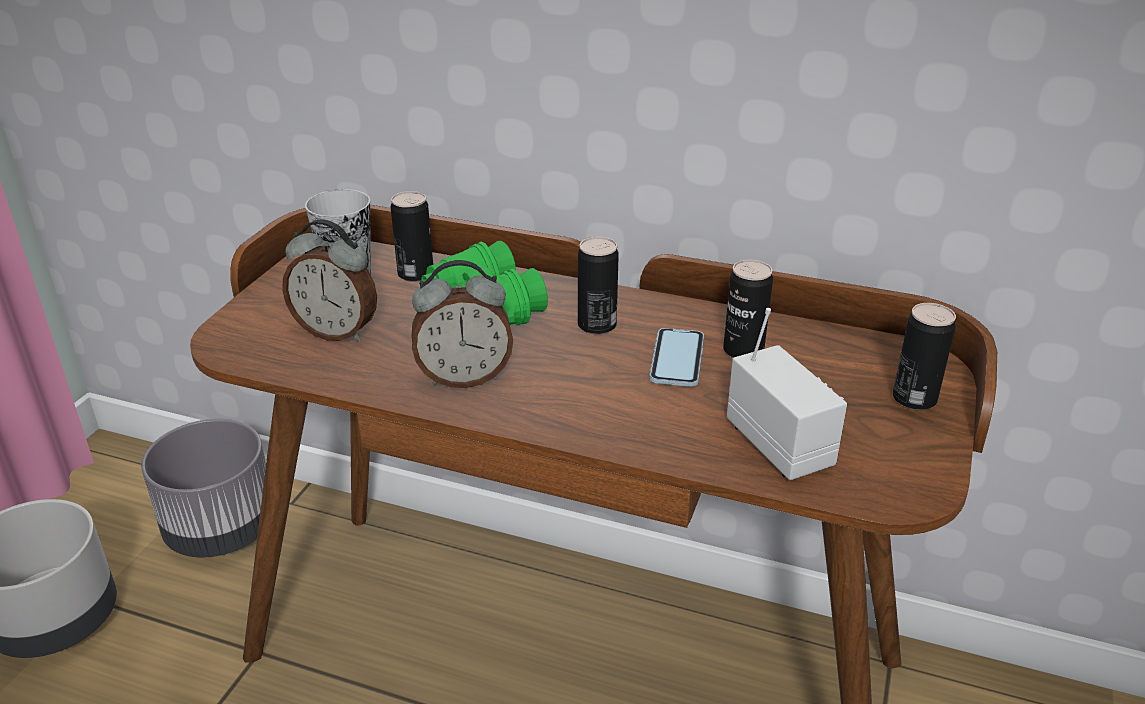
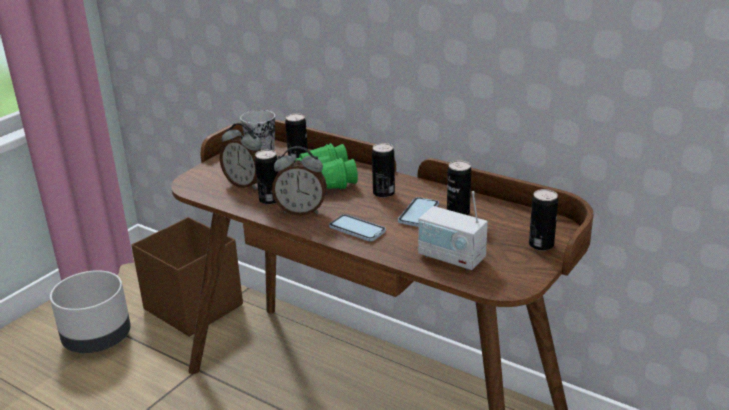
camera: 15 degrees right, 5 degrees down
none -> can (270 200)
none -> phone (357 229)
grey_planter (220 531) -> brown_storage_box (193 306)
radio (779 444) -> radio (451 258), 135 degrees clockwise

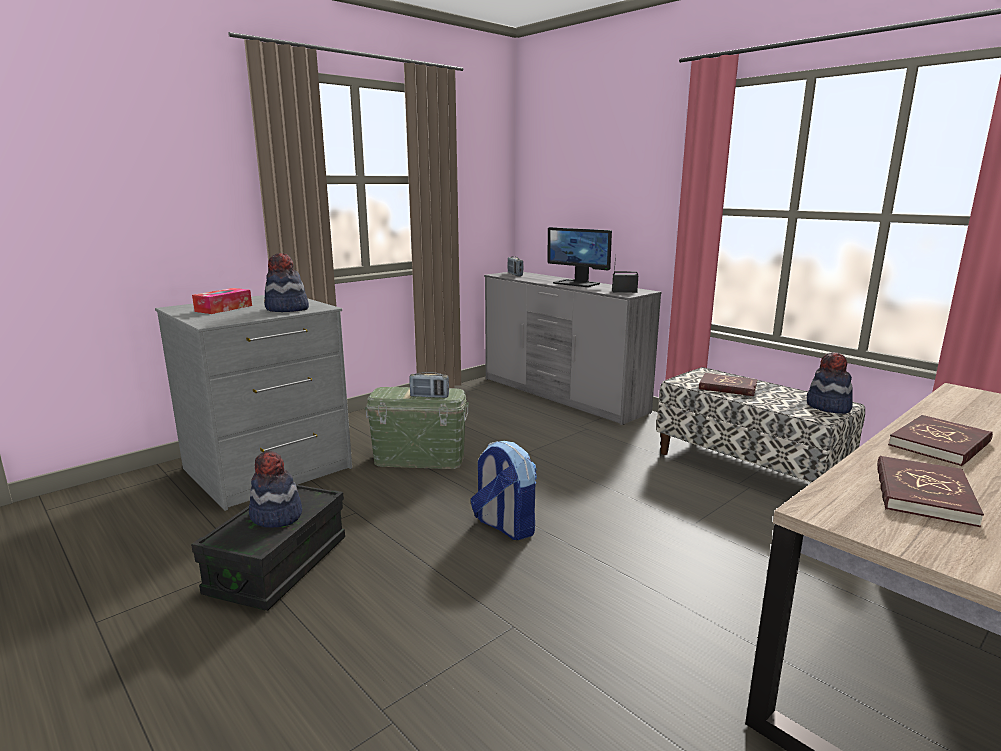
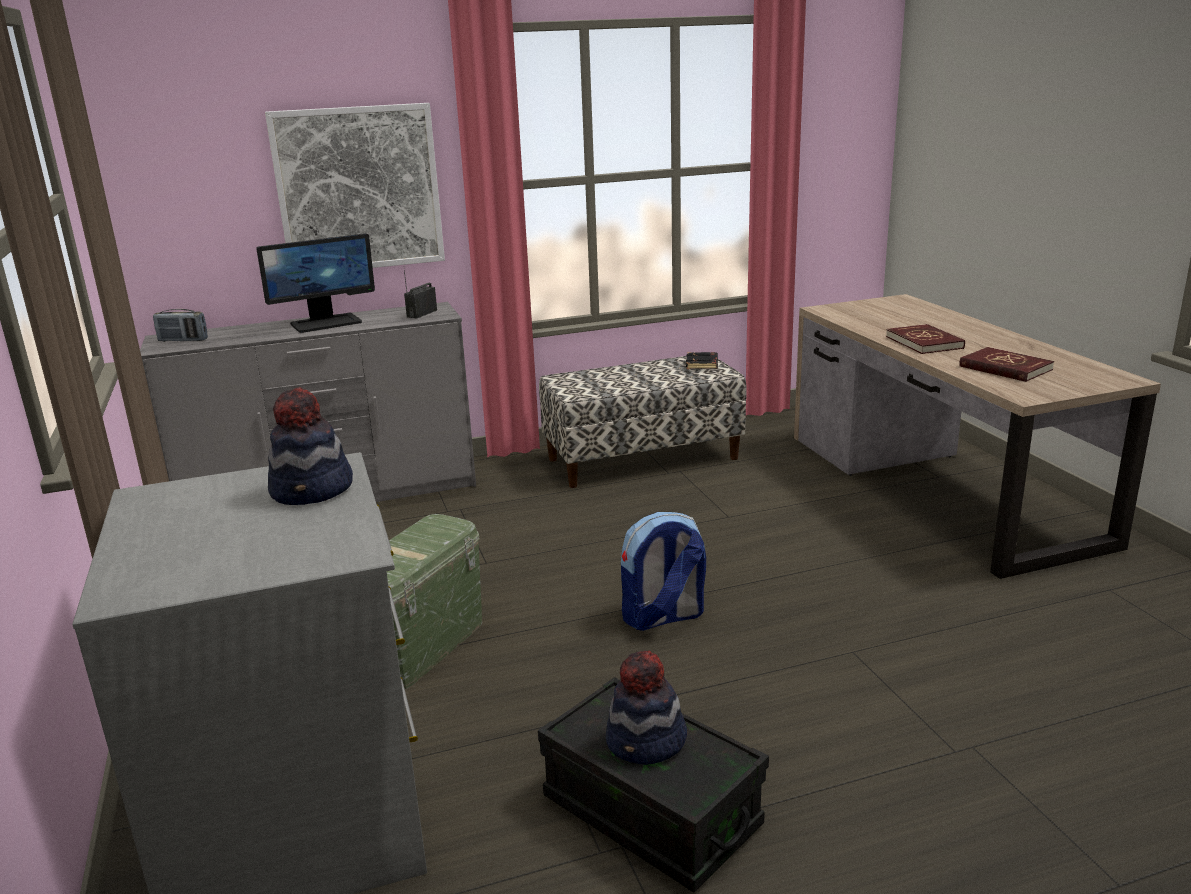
camera: 65 degrees left, 5 degrees up
tissue_box (223 308) -> none
radio (429 396) -> none
red_book (727 387) -> none
none -> picture (358 189)
hat (828 407) -> black_book (702 364)

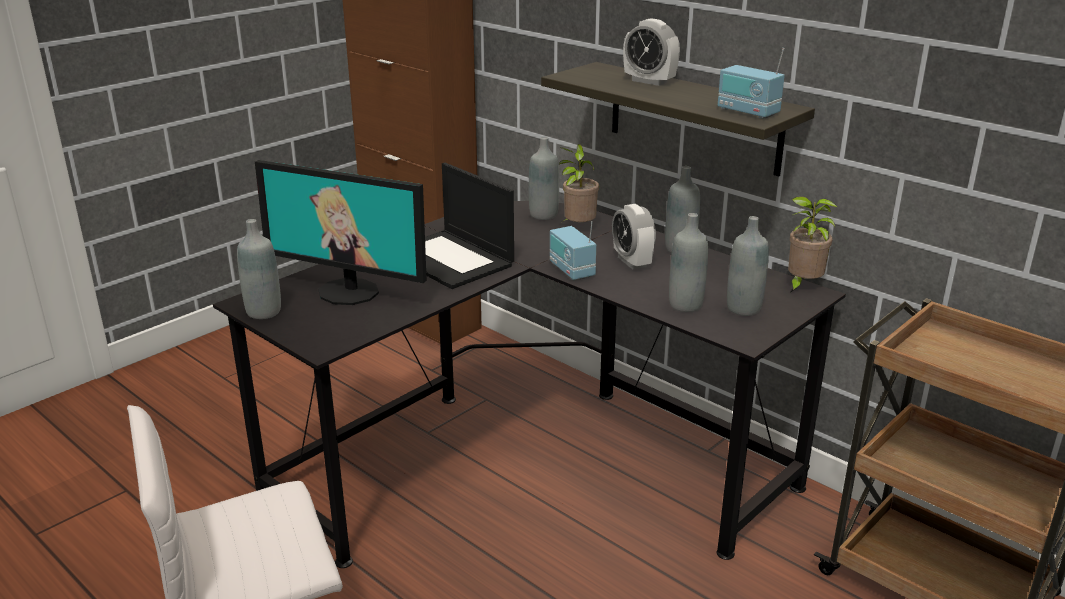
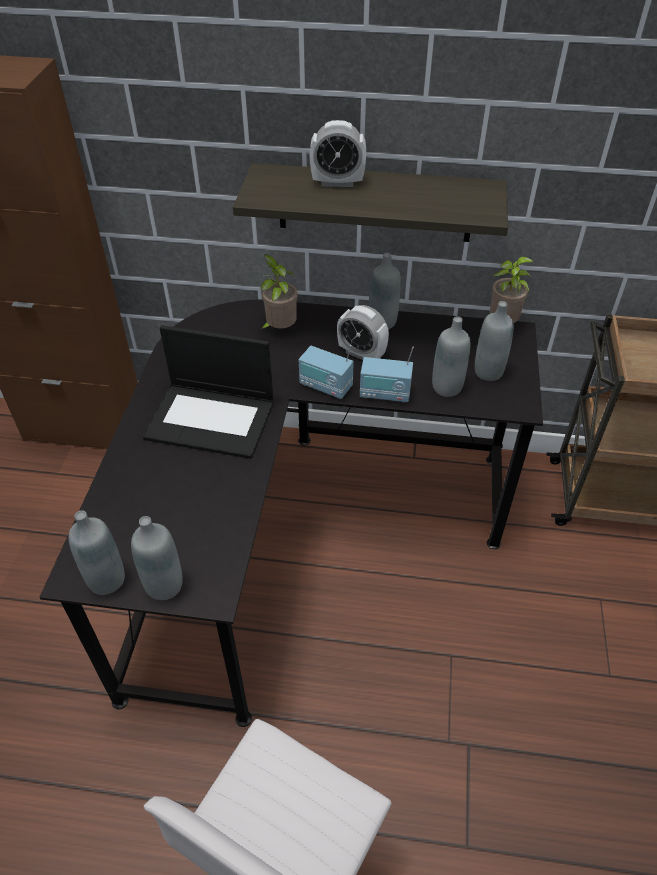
camera: 35 degrees left, 20 degrees up
monitor (349 291) -> none
grey_bottle (543 215) -> grey_bottle (164 585), shifted
radio (747 112) -> radio (385 394), shifted

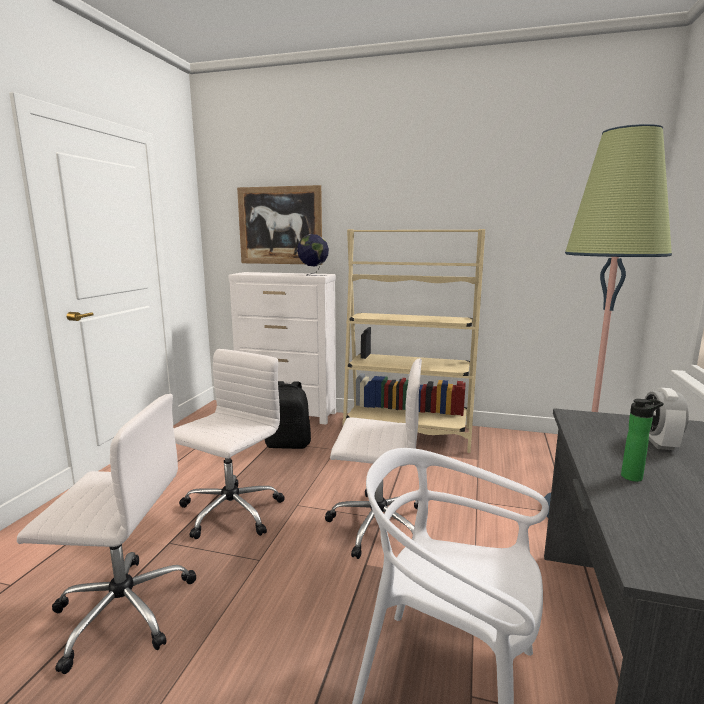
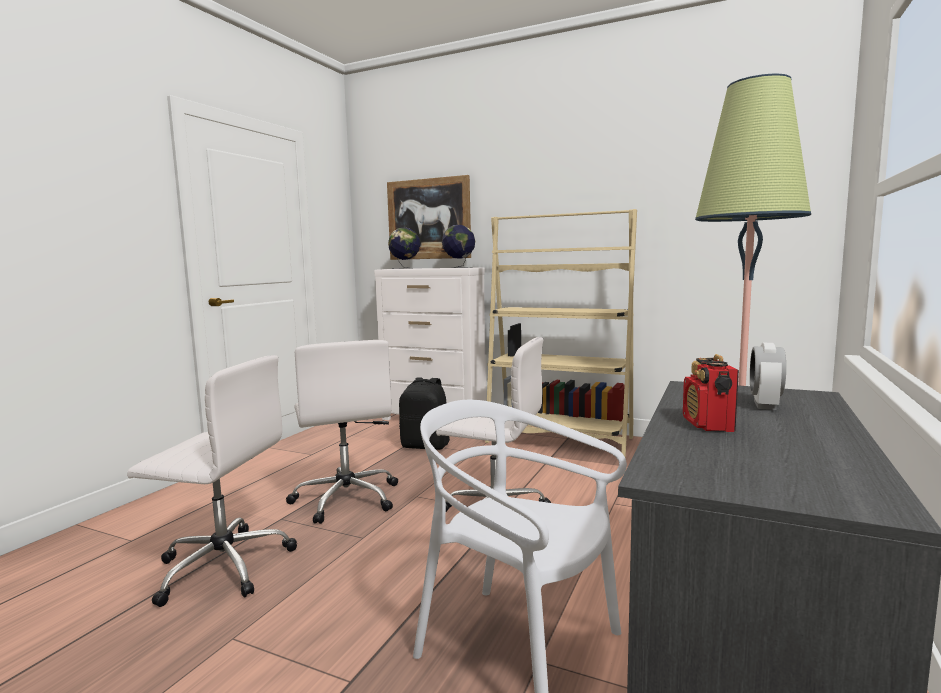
camera: 10 degrees right, 5 degrees down
none -> globe (405 268)
bottle (634 477) -> radio (708 425)
white_office_chair (229 512) -> white_office_chair (346 498), 120 degrees clockwise

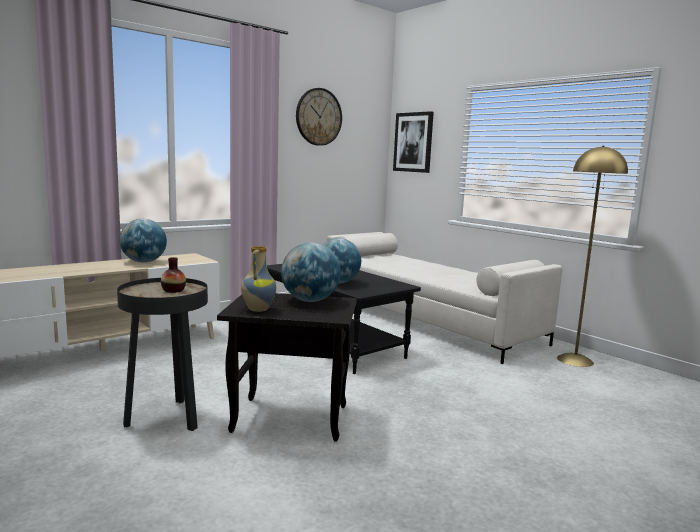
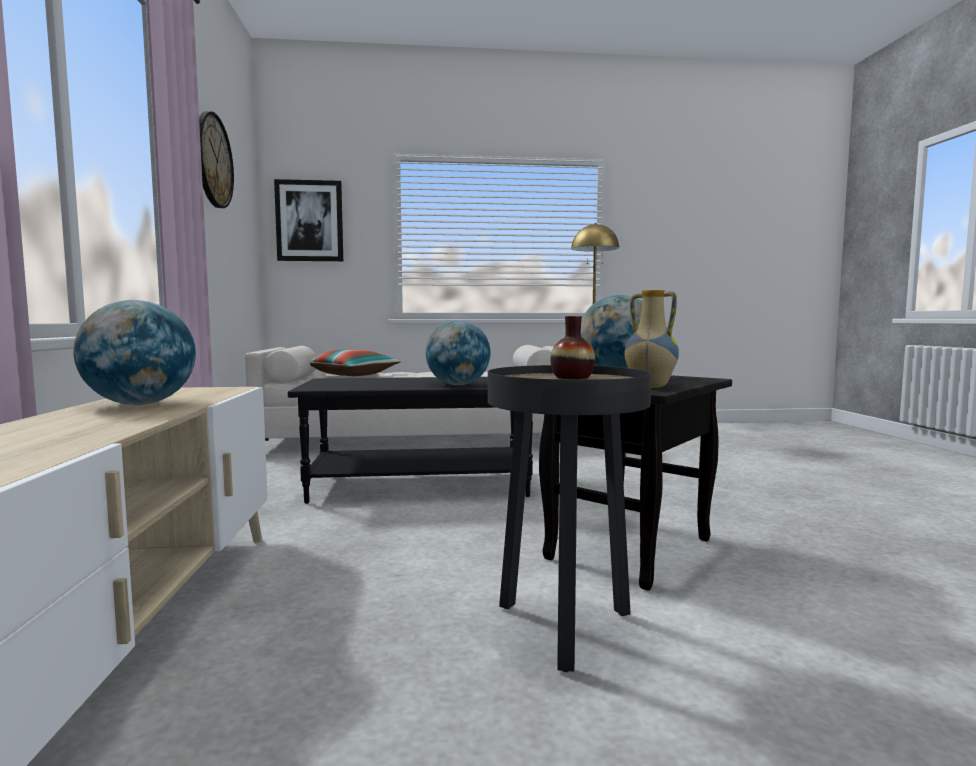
camera: 55 degrees left, 5 degrees down
none -> pillow (352 375)

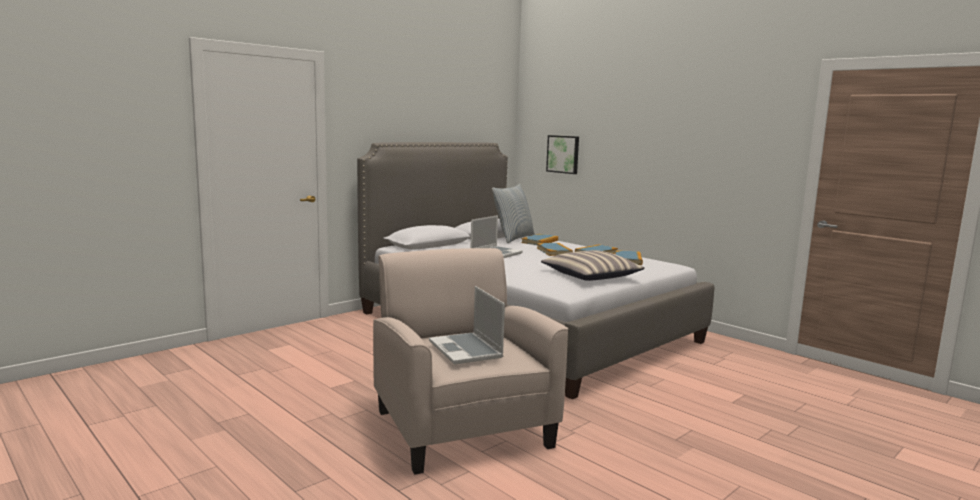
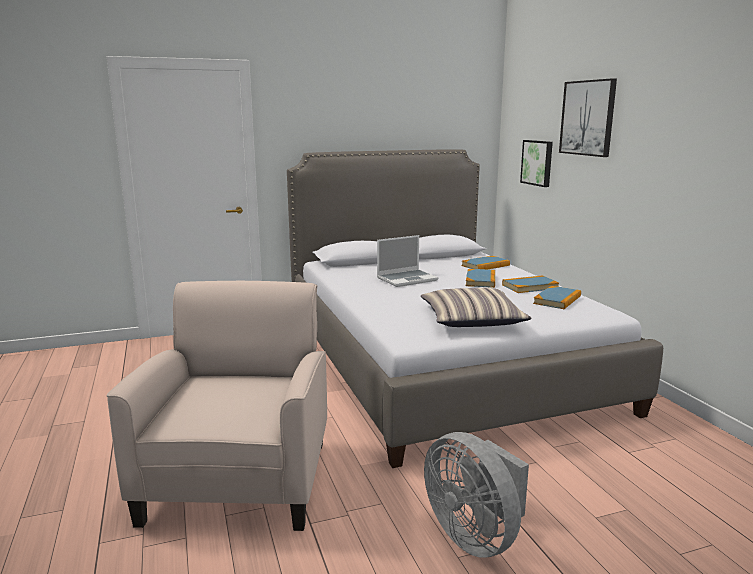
camera: 25 degrees right, 5 degrees up
laptop (467 350) -> none
pillow (513 238) -> none
none -> grey_fan (475 536)
none -> picture (588 118)

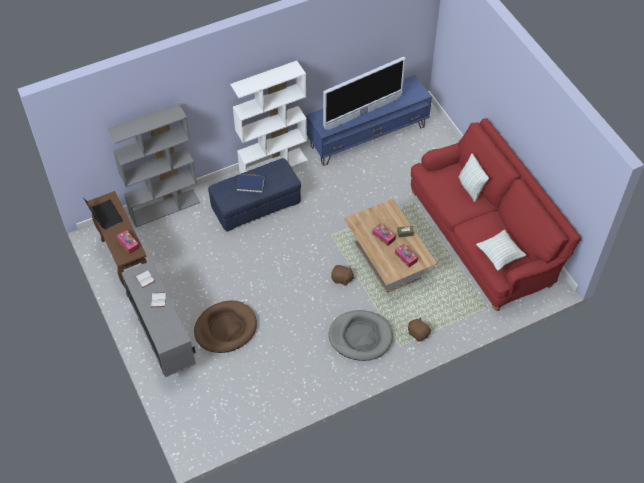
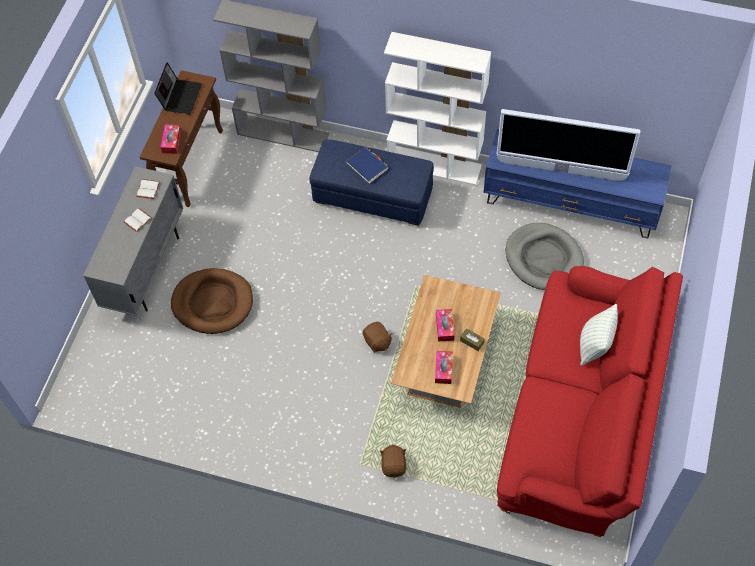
camera: 45 degrees right, 5 degrees up
pillow (499 255) -> none
grey_dog_bed (360 337) -> grey_dog_bed (543 258), shifted

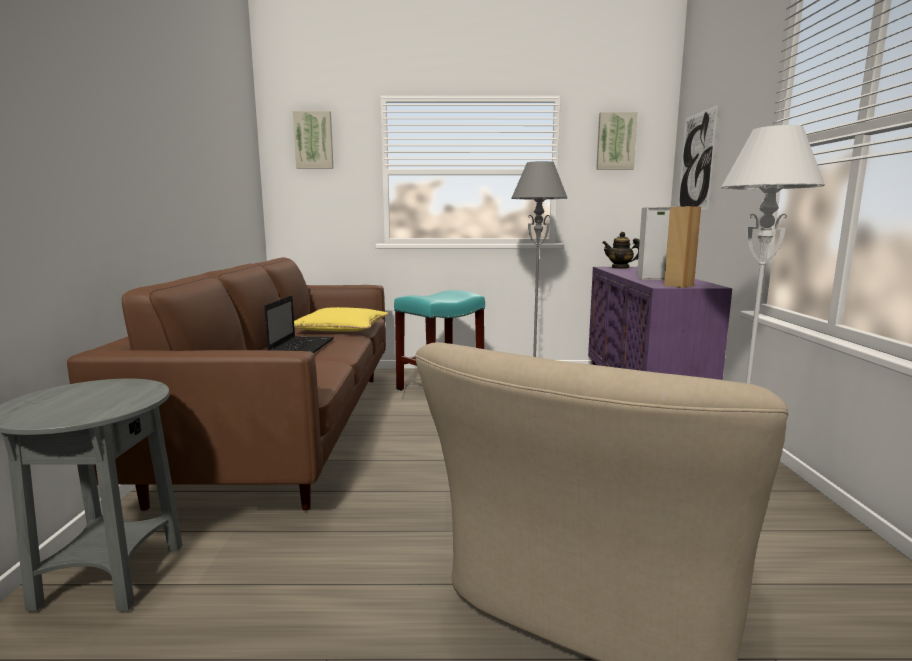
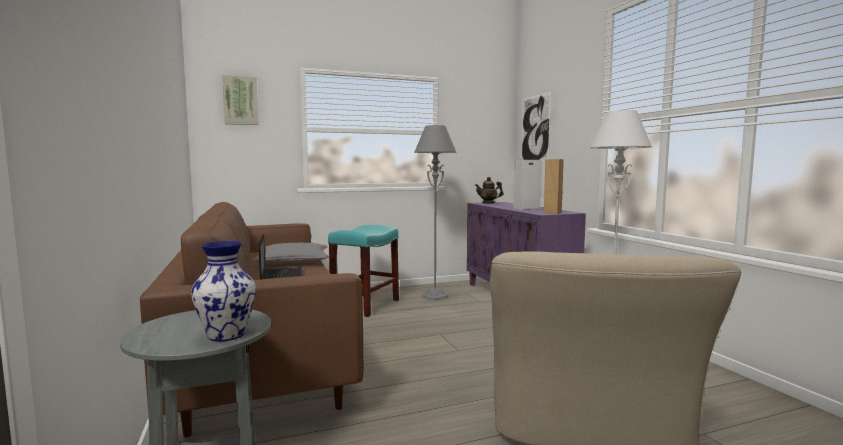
camera: 20 degrees left, 5 degrees down
picture (615 141) -> none
none -> vase (227 335)
yellow_pillow (341 329) -> grey_pillow (293 261)

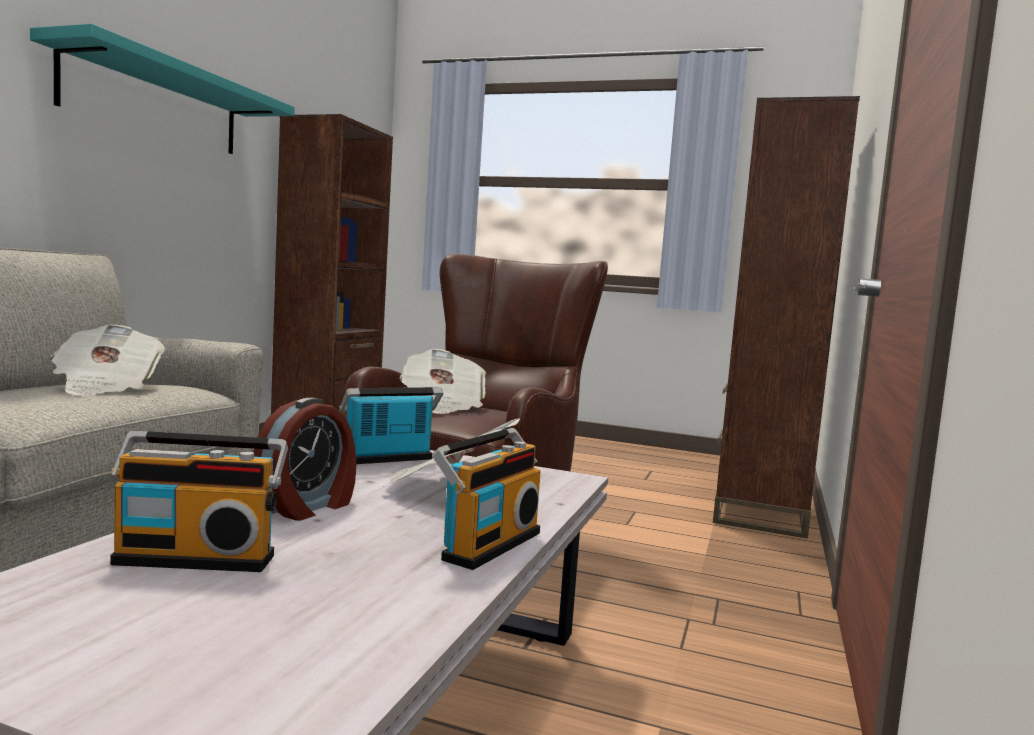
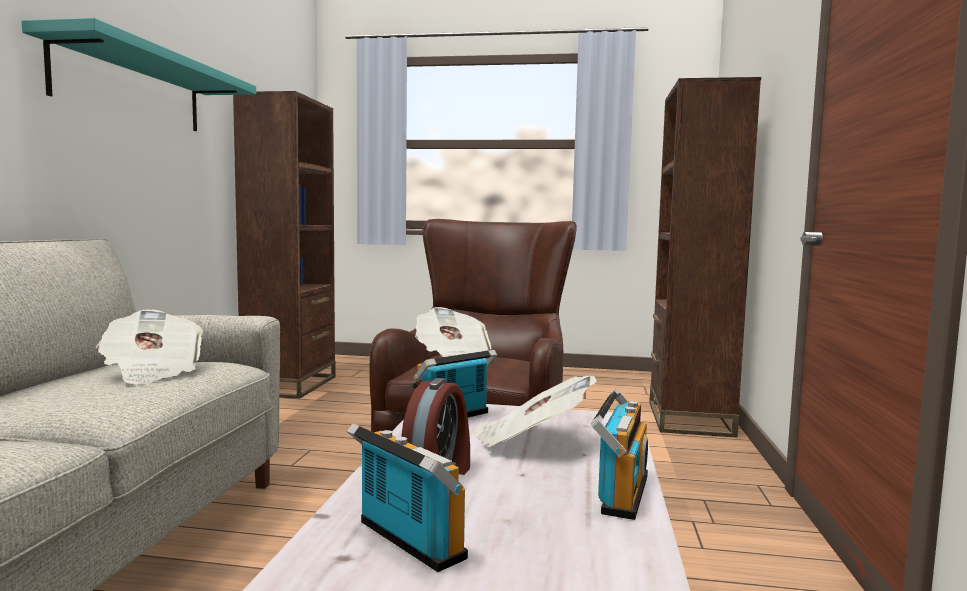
camera: 10 degrees left, 0 degrees up
radio (198 557) -> radio (405 542), 120 degrees counterclockwise

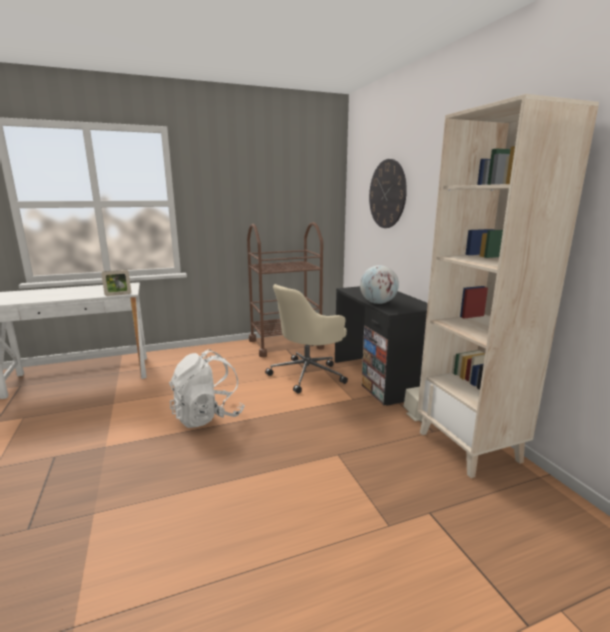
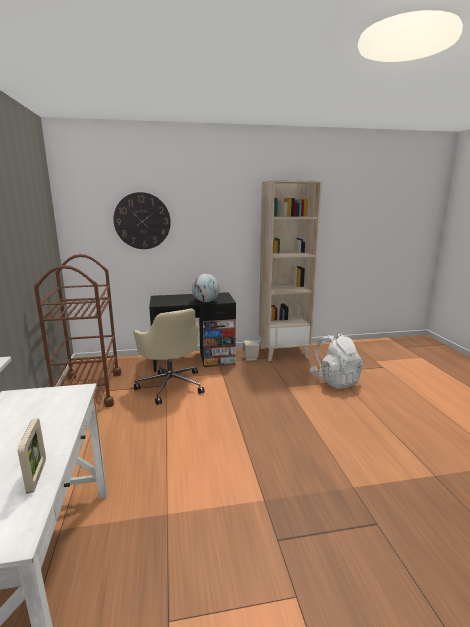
camera: 80 degrees left, 0 degrees up
picture_frame (118 294) -> picture_frame (37 476), shifted
white_backpack (207 416) -> white_backpack (335 381), shifted

